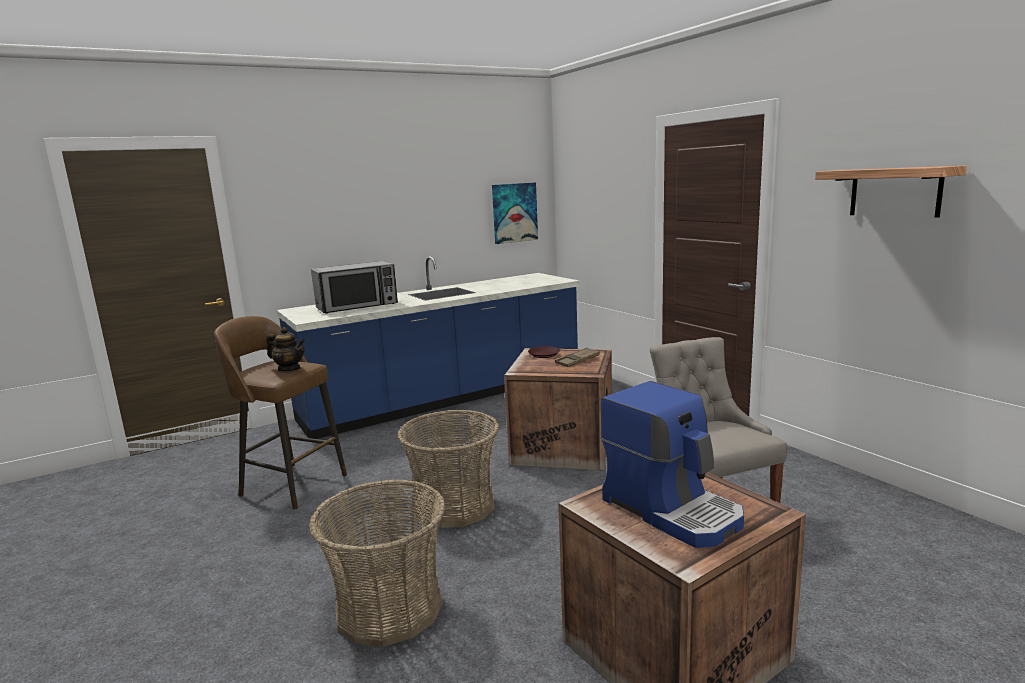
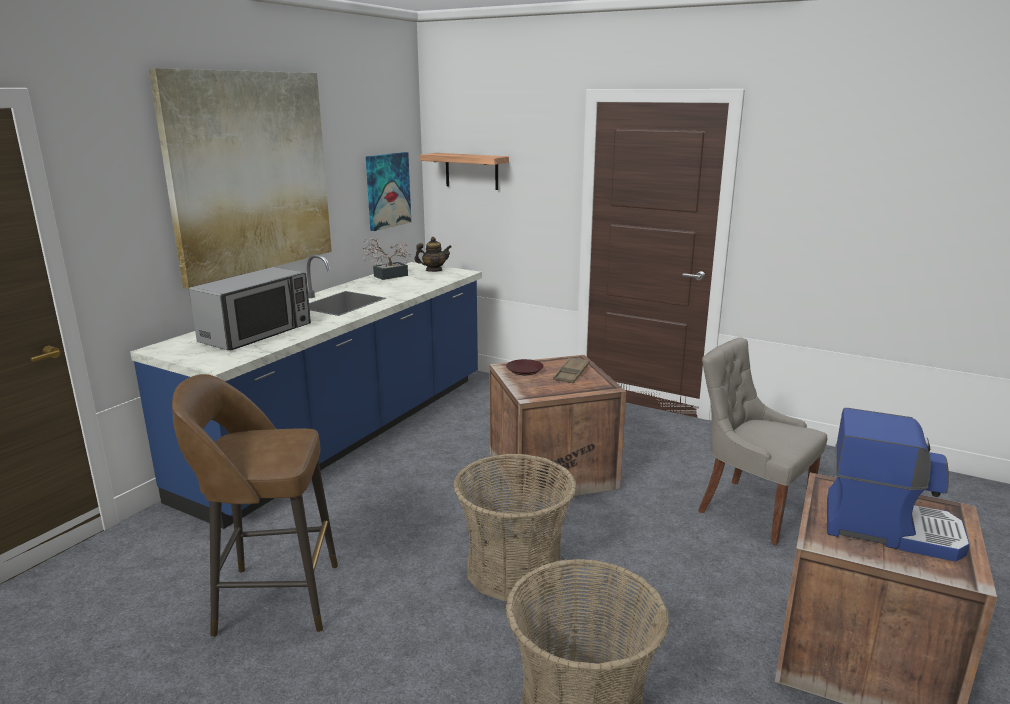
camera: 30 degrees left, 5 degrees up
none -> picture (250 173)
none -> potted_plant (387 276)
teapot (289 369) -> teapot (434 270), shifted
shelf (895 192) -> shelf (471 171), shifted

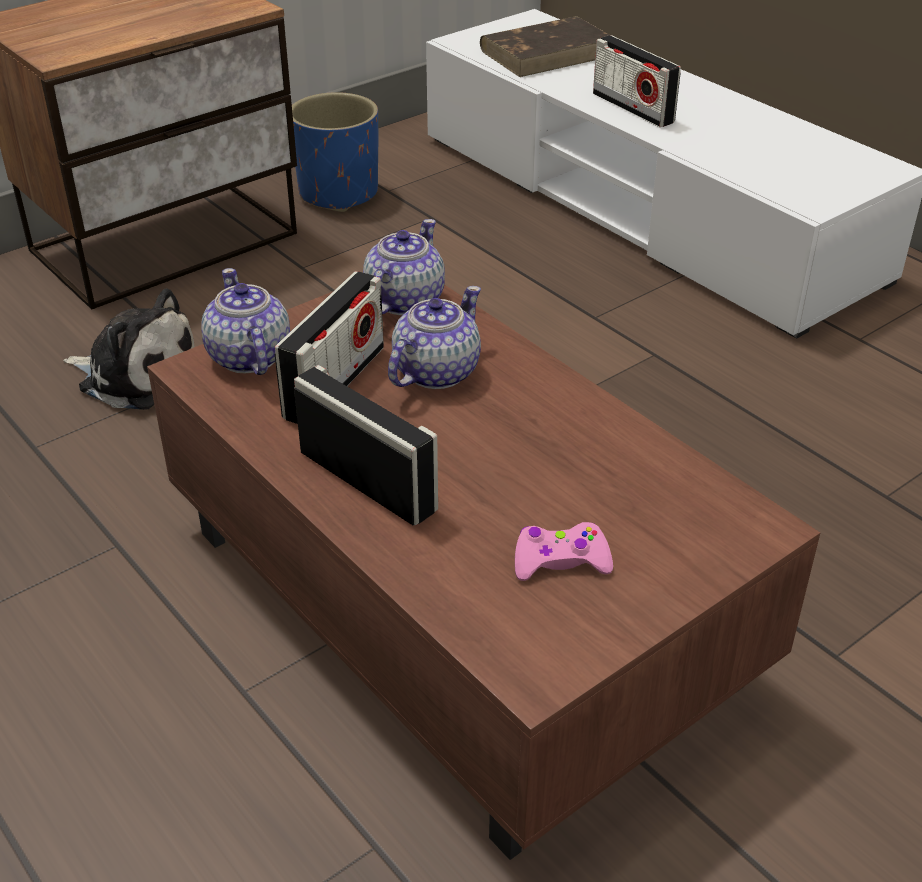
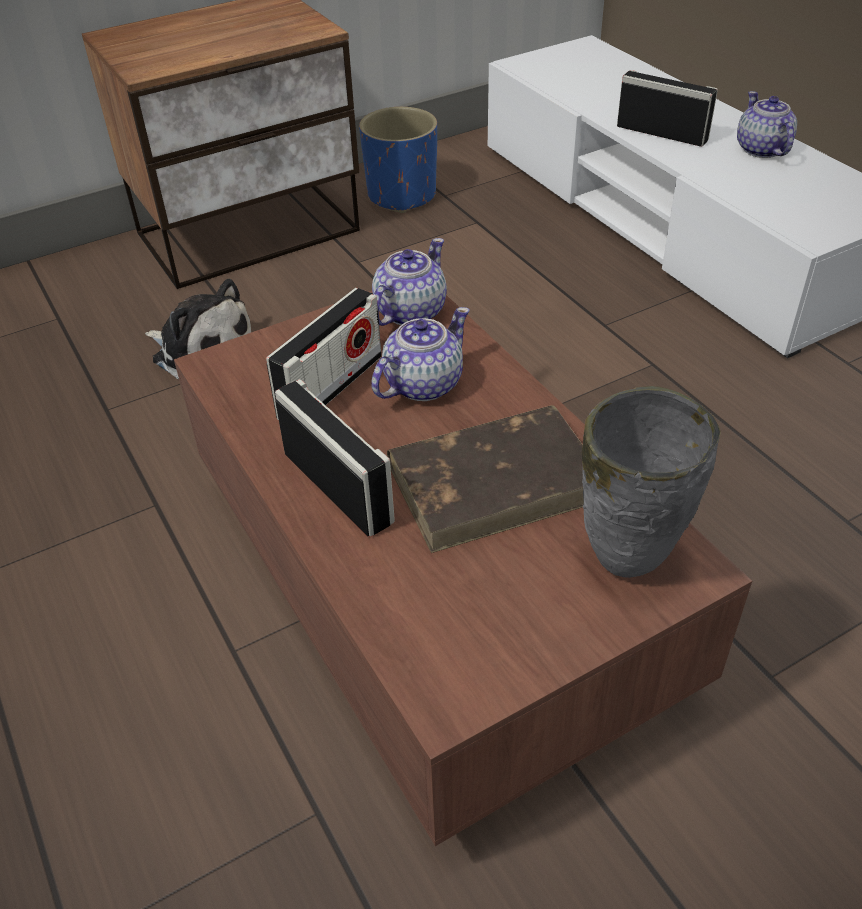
camera: 10 degrees right, 5 degrees up
pink_game_controller (560 561) -> none
none -> grey_vase (625 564)
teapot (248 358) -> teapot (761 150), shifted
brown_book (548 53) -> brown_book (496 481), shifted
radio (632 108) -> radio (661 133), 150 degrees clockwise

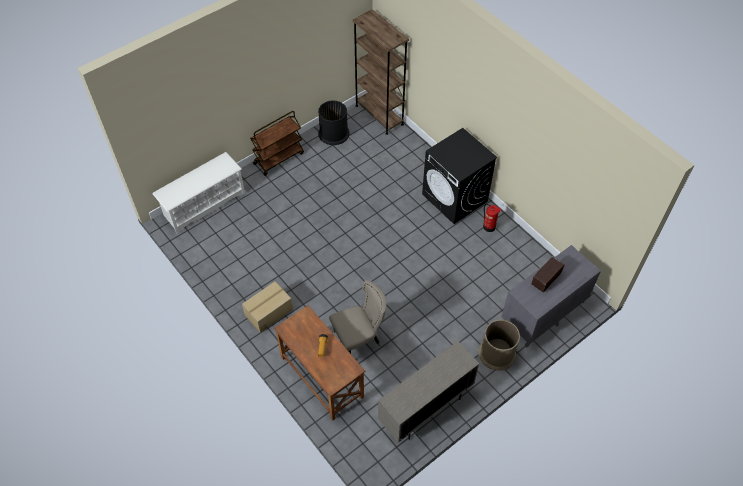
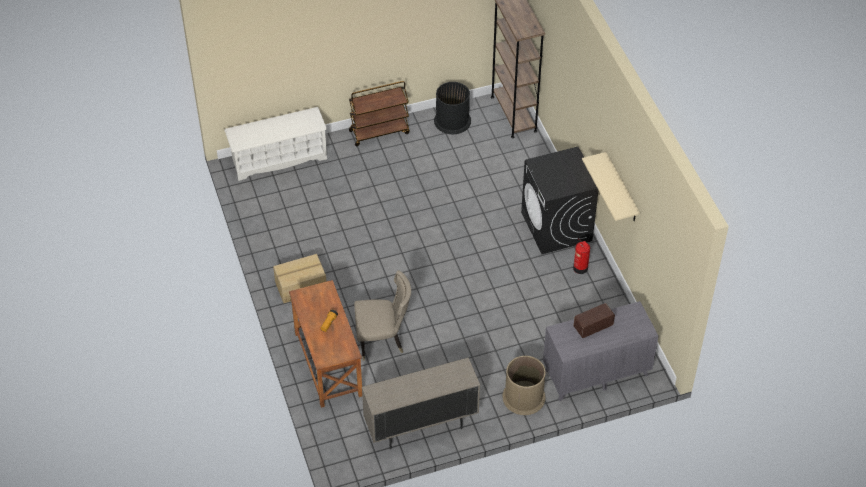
camera: 20 degrees right, 5 degrees down
none -> beige_shelf (621 189)

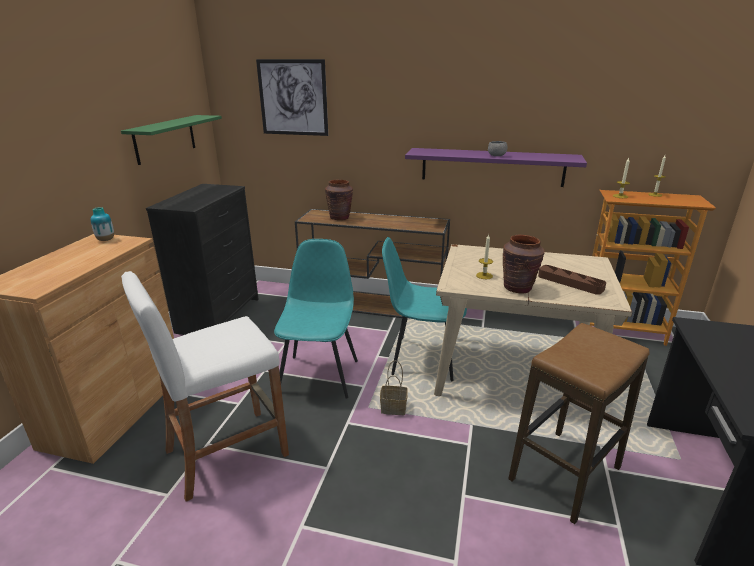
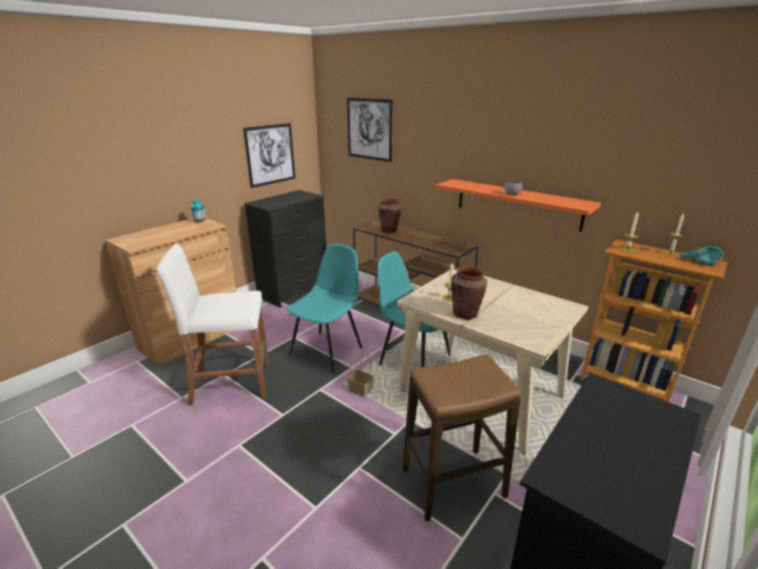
camera: 25 degrees right, 0 degrees up
brown_tray (570 282) -> none
none -> turquoise_bowl (699 262)
green_shelf (165 139) -> picture (270 154)
purple_shelf (492 167) -> orange_shelf (517 204)

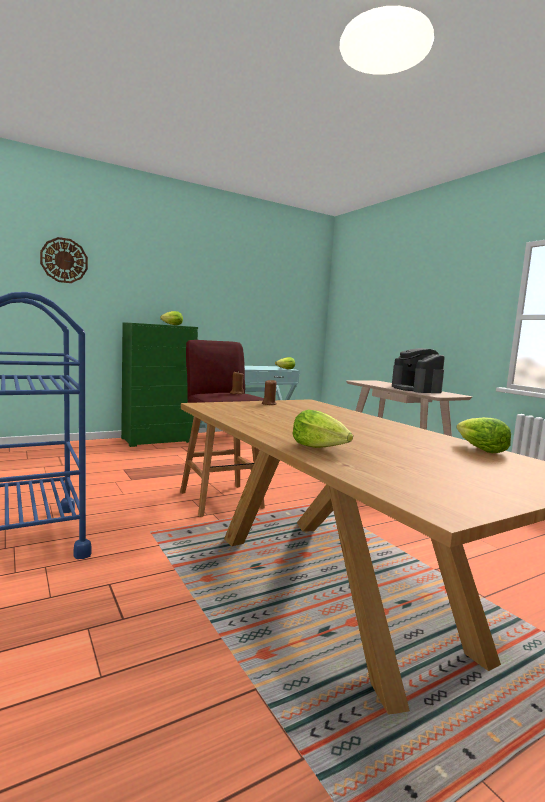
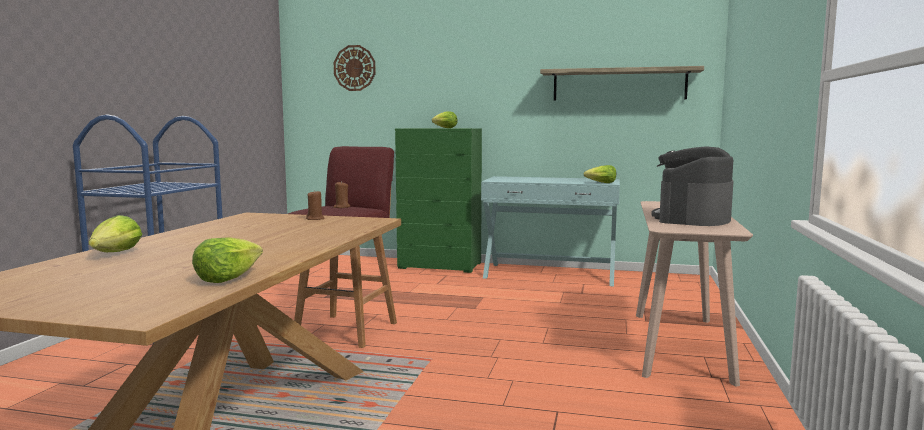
camera: 45 degrees right, 0 degrees up
none -> shelf (619 84)

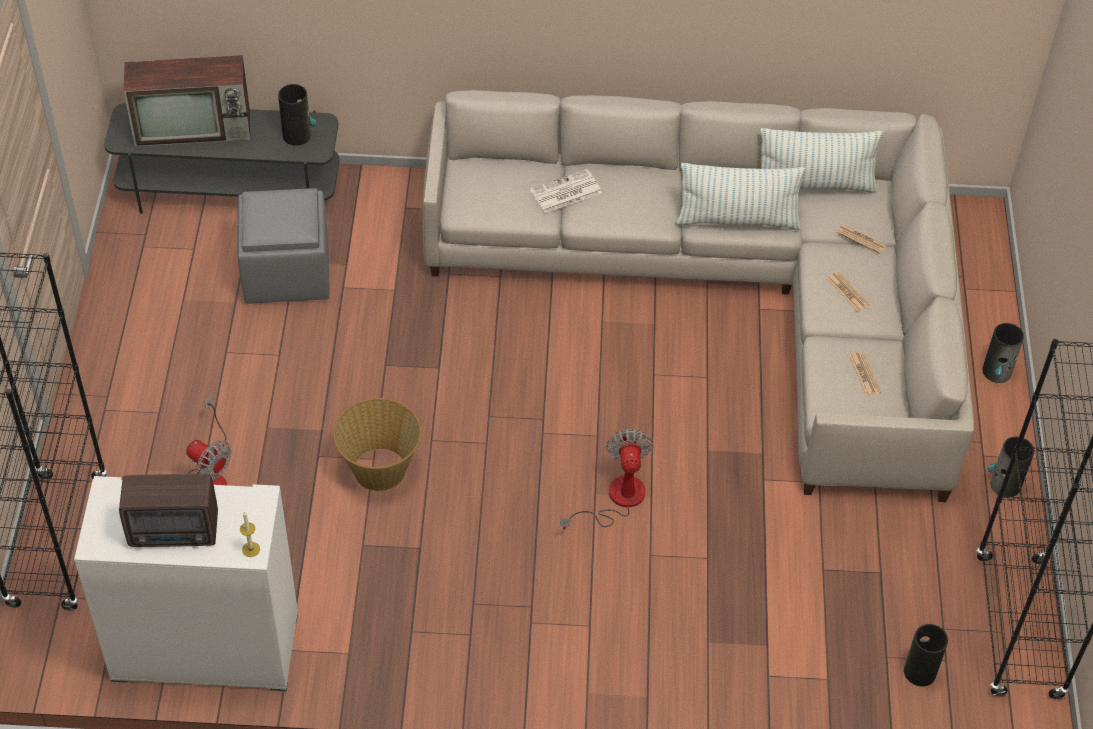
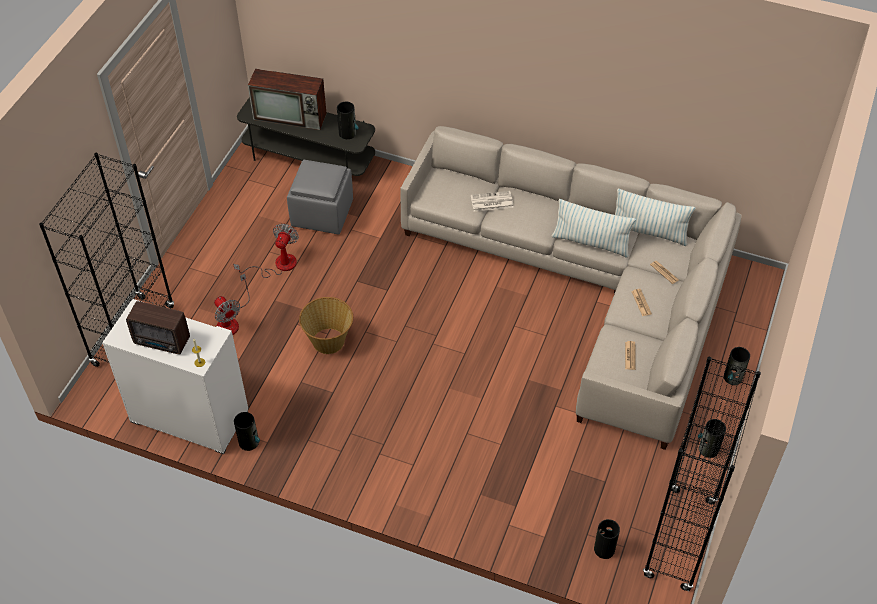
camera: 20 degrees right, 0 degrees up
none -> vase (249 442)
fan (616 499) -> fan (278 265), shifted

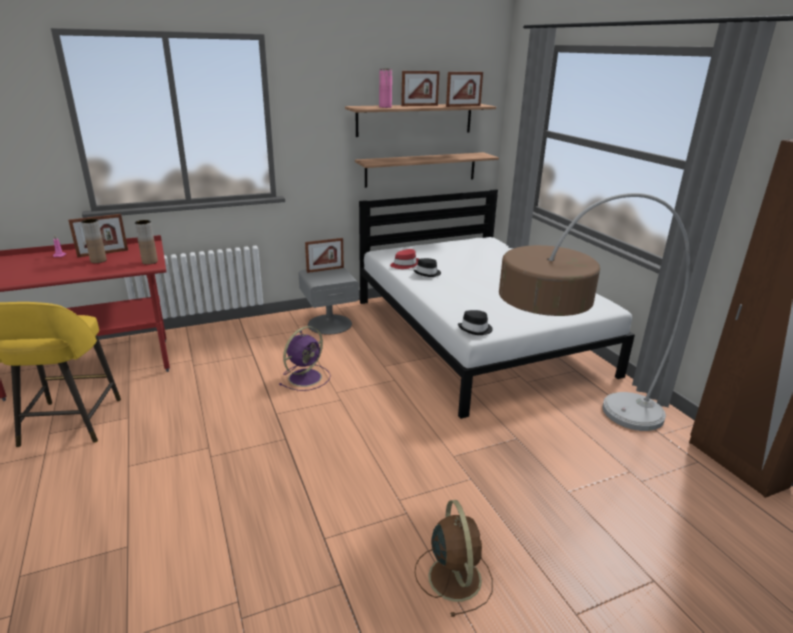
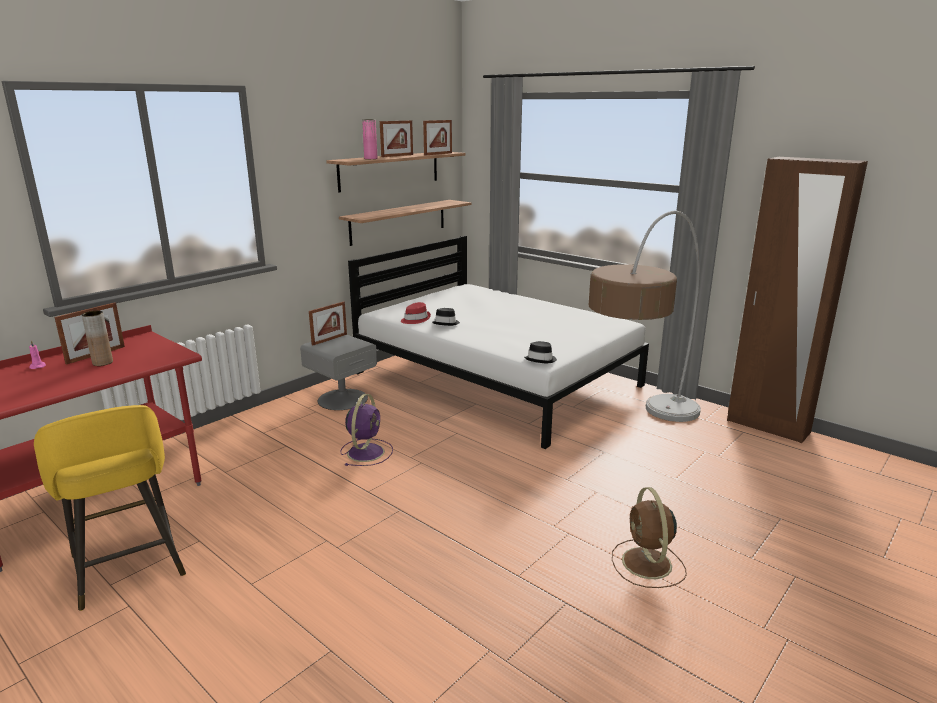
camera: 25 degrees left, 5 degrees down
brown_vase (150 262) -> none
brown_fan (454 576) -> brown_fan (647 564), 150 degrees counterclockwise

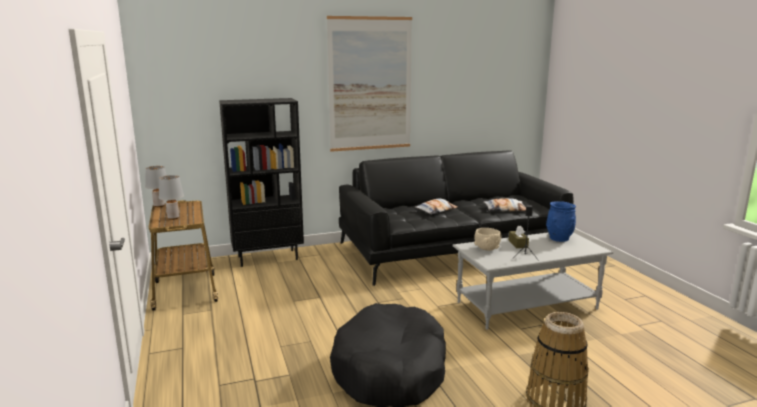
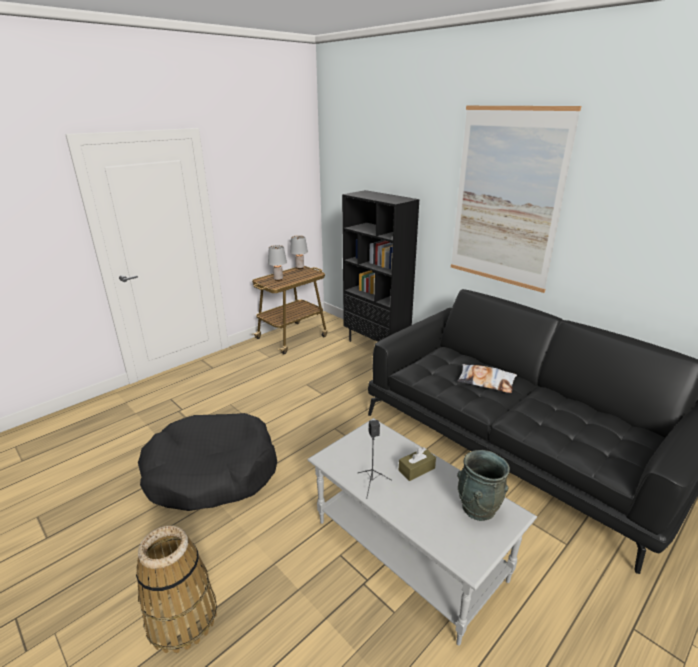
camera: 65 degrees right, 10 degrees up
beige_bowl (487 249) -> none
pillow (505 209) -> none
blue_vase (559 238) -> grey_vase (477 509)

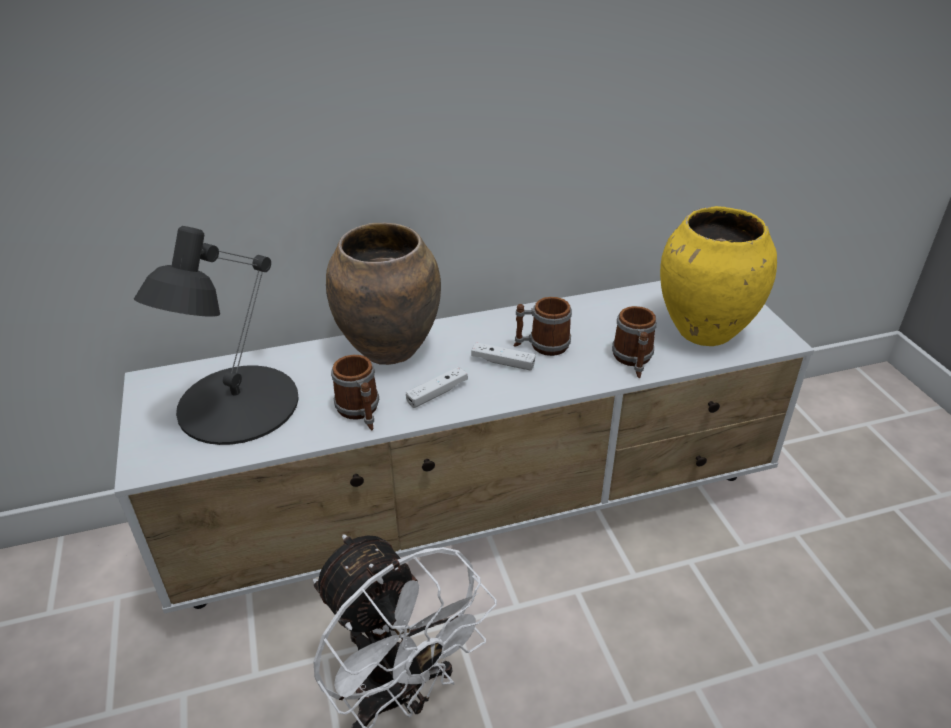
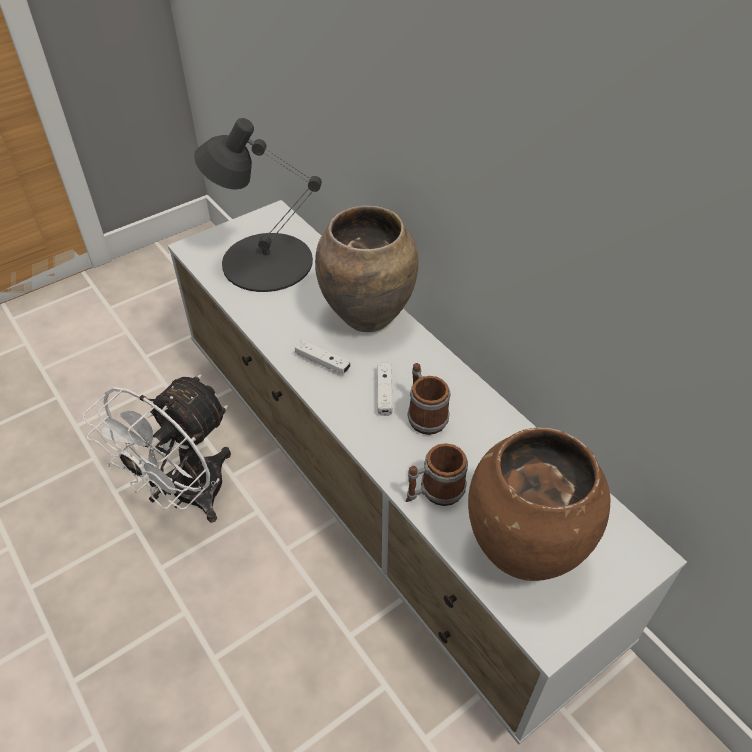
camera: 70 degrees right, 10 degrees up
mug (360 412) -> none
yellow_vase (704 332) -> brown_vase (521 550)

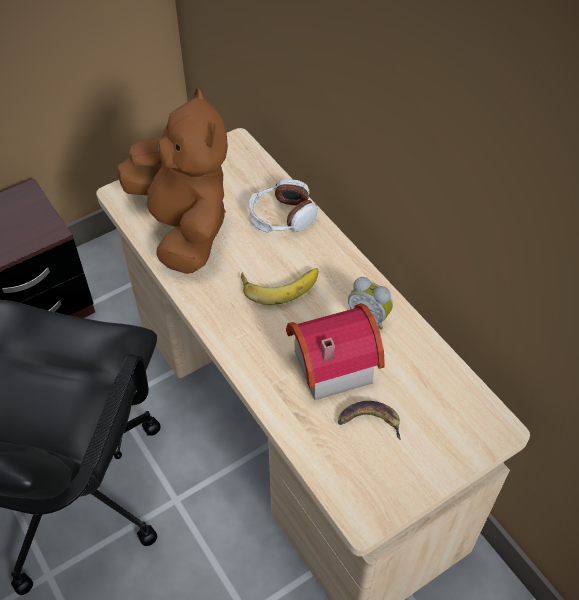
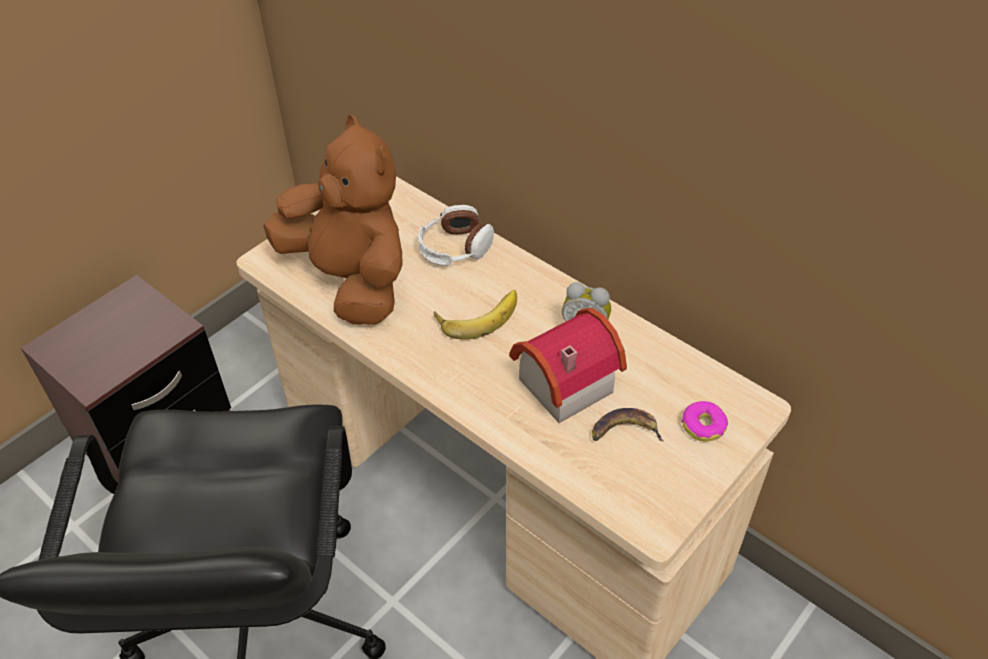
camera: 15 degrees left, 5 degrees down
none -> donut (703 426)

